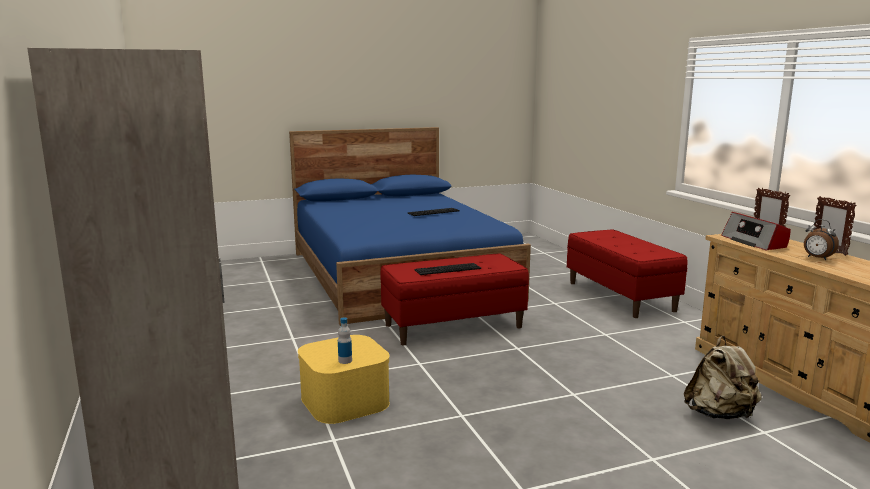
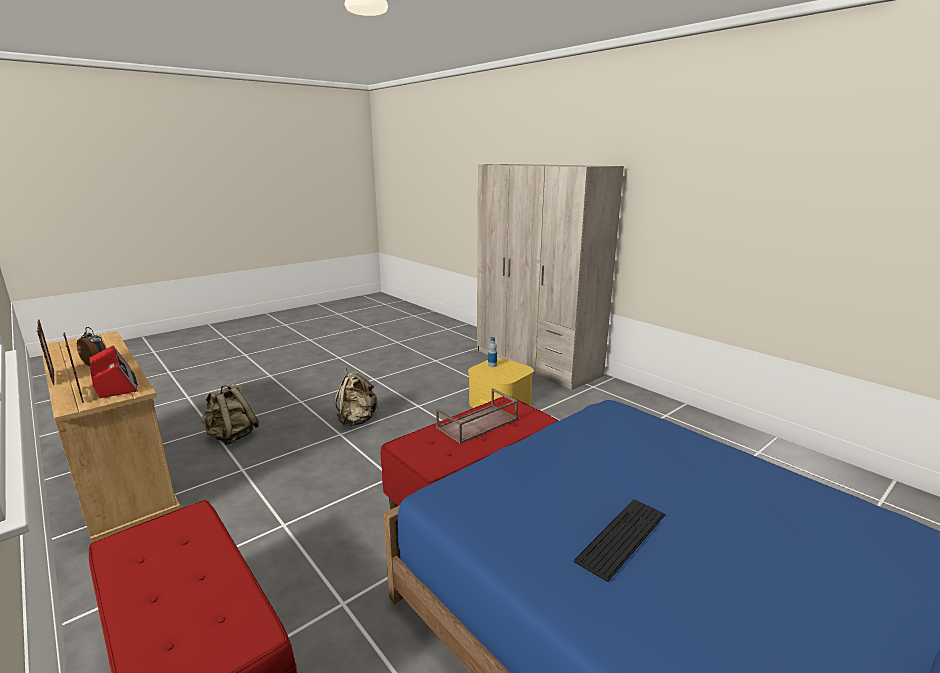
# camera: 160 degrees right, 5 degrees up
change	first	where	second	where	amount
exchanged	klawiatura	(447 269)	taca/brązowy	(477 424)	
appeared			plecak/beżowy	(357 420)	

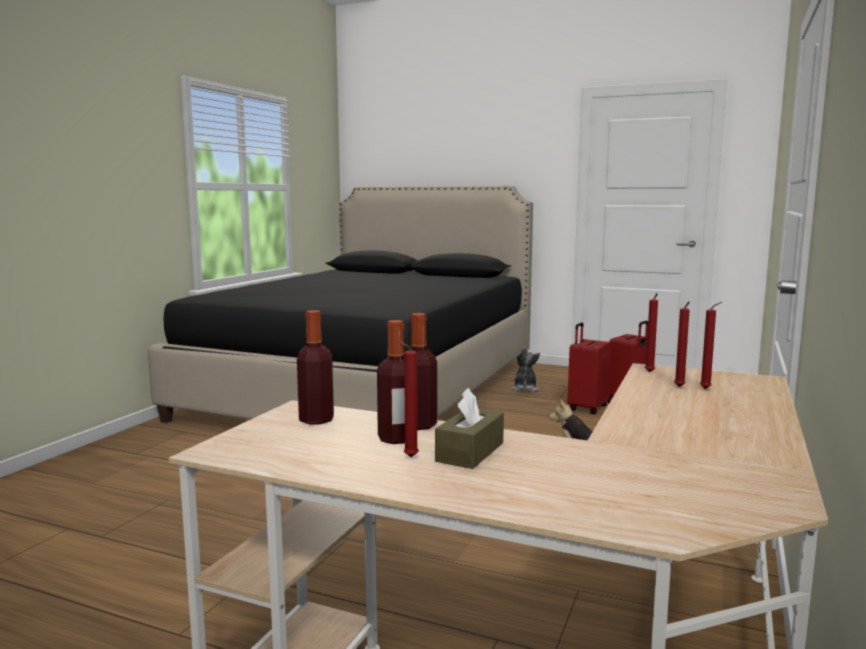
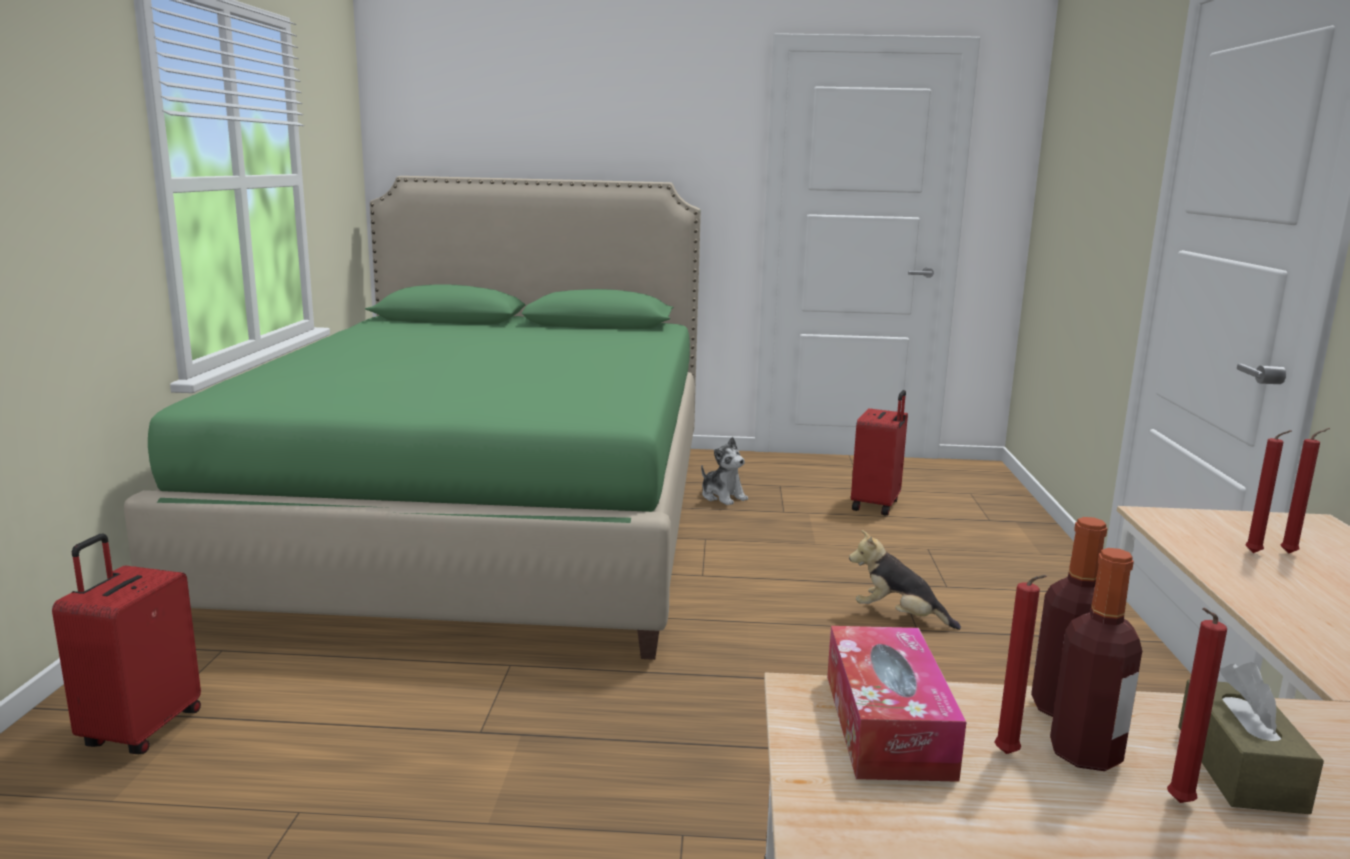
# camera: 20 degrees left, 5 degrees up
change	first	where	second	where	amount
colour	łóżko/czarny	(369 388)	łóżko/zielony	(488 520)	
relocated	świeca/czerwony	(649 372)		(1008 756)	
exchanged	butelka	(316 420)	pudełko chusteczek	(887 724)	
relocated	walizka/czerwony	(586 408)		(140 729)	
spun	pluszak	(525 389)		(723 497)	150 degrees clockwise

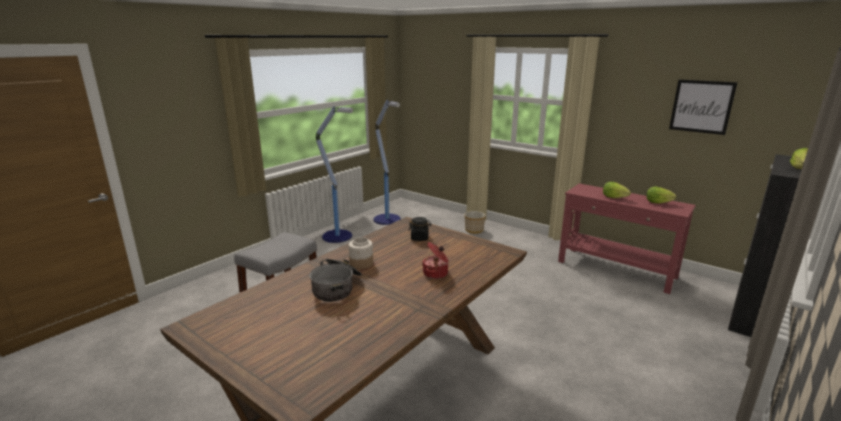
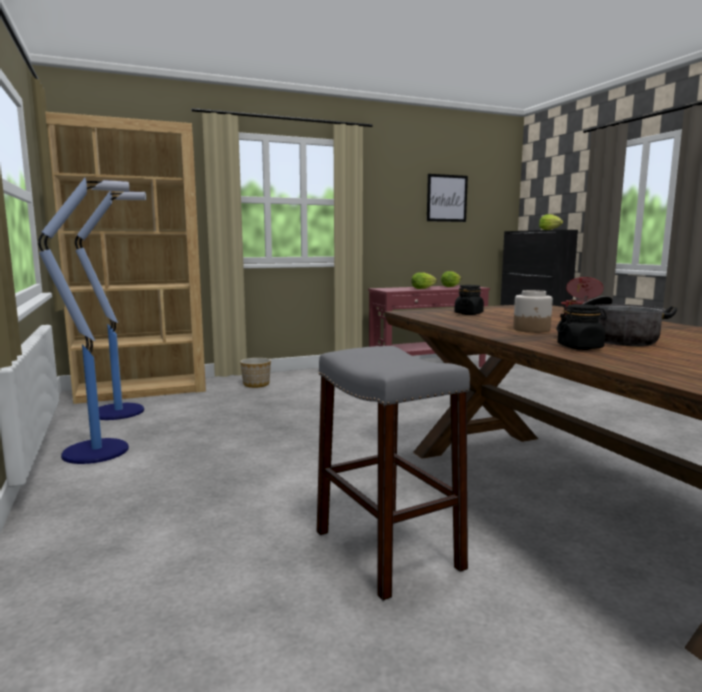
# camera: 60 degrees left, 10 degrees down
change	first	where	second	where	amount
appeared			regał/brązowy	(142 391)	
appeared			słoik/czarny	(580 347)	

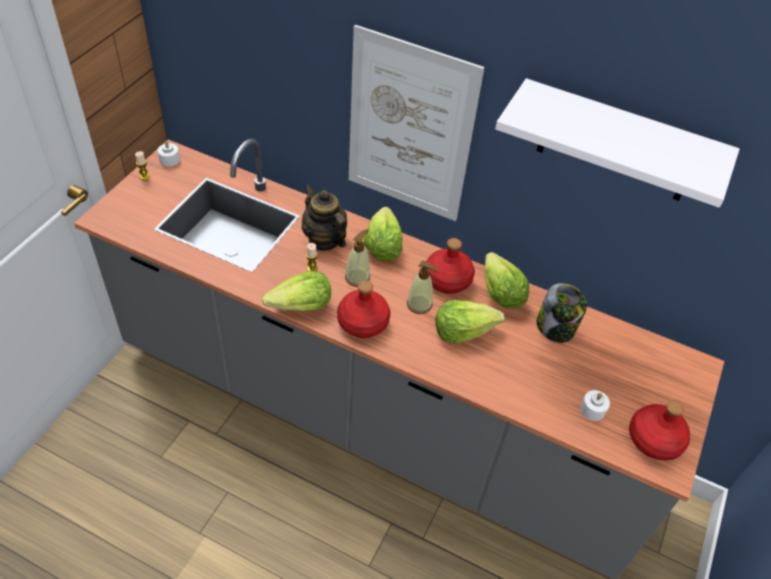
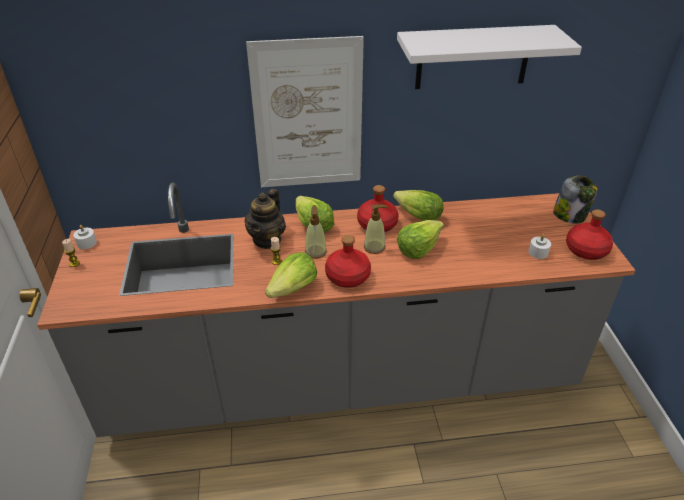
# camera: 30 degrees left, 10 degrees down
change	first	where	second	where	amount
spun	imbryk	(324 239)		(267 240)	90 degrees counterclockwise
relocated	słoik	(556 328)		(570 215)	

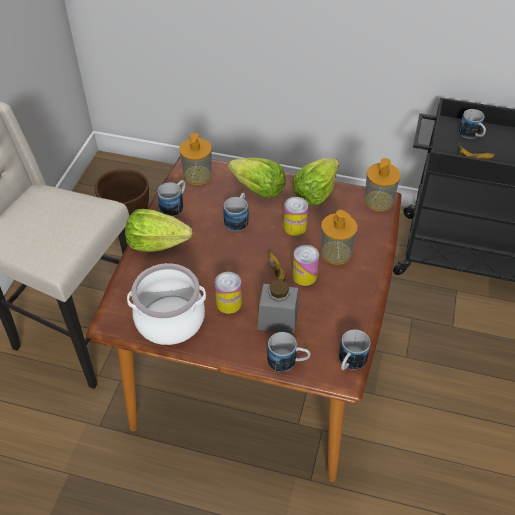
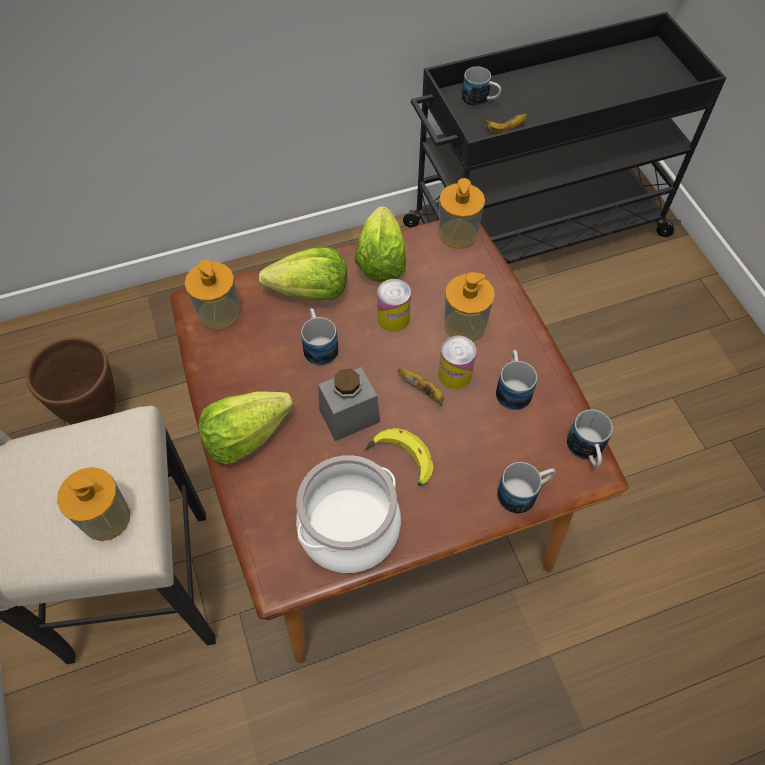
# camera: 35 degrees left, 10 degrees up
change	first	where	second	where	amount
relocated	kubek	(175 205)		(512 388)	
exchanged	puszka	(228 303)	banan	(399 462)	
relocated	słoik/szary	(278 320)		(349 416)	
appeared			dozownik mydła	(106 518)	

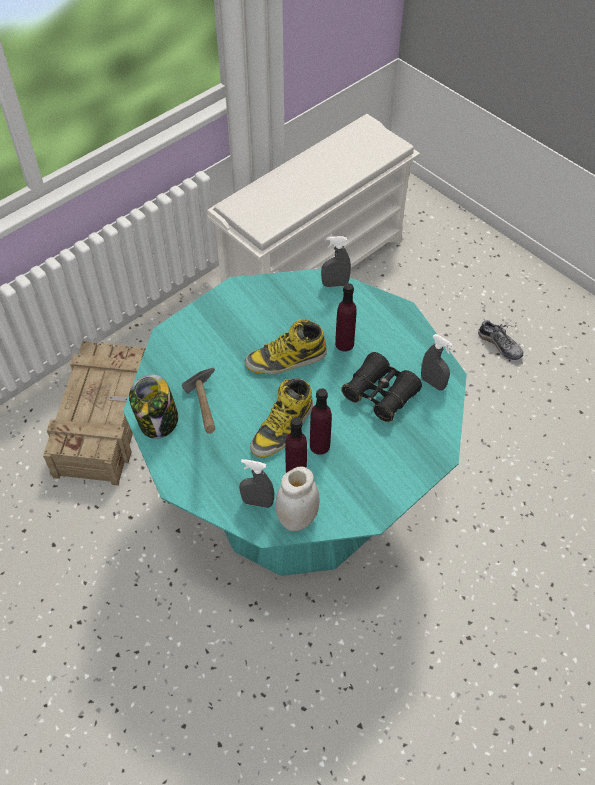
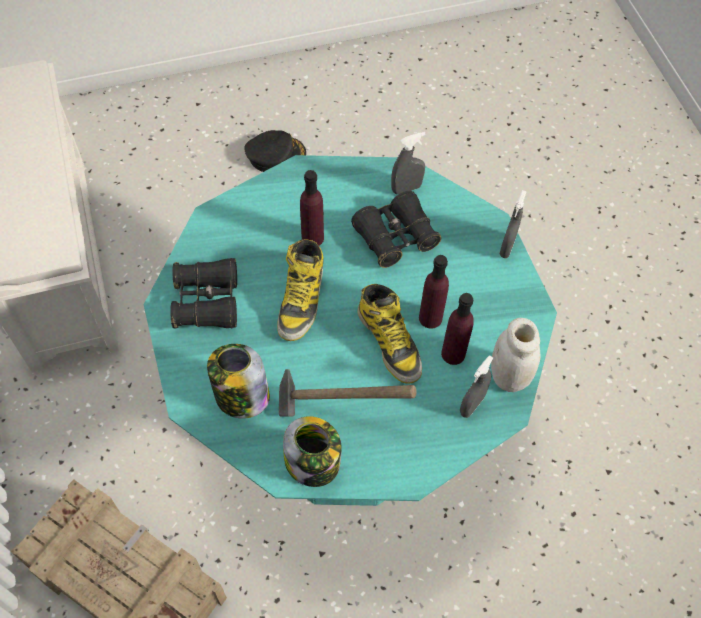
# camera: 65 degrees left, 5 degrees up
change	first	where	second	where	amount
relocated	spryskiwacz/szary	(335 284)		(507 247)	
exchanged	but	(499 345)	czapka z daszkiem/czarny	(275 154)	
appeared			lornetka/czarny	(207 301)	
appeared			słoik	(241 396)	

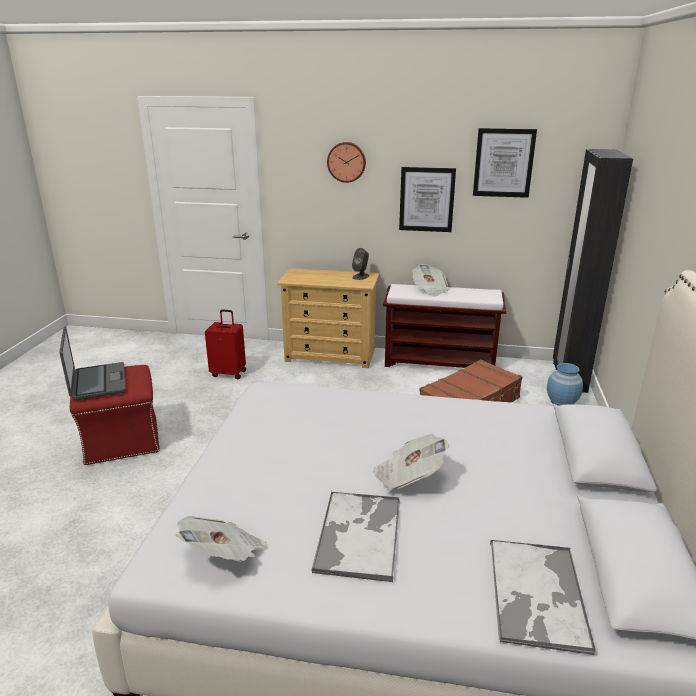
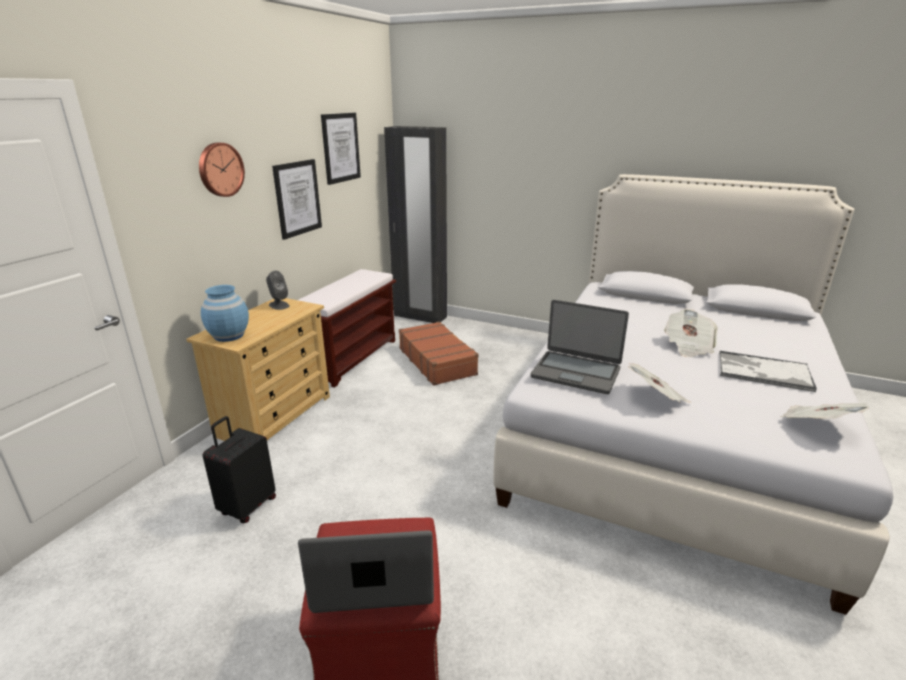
# camera: 75 degrees left, 0 degrees up
change	first	where	second	where	amount
relocated	gazeta	(429 290)		(656 398)	
colour	walizka/czerwony	(229 373)	walizka/czarny	(247 506)	
relocated	wazon/niebieski	(561 402)		(228 336)	
missing	taca	(537 595)			
appeared			laptop	(576 372)	

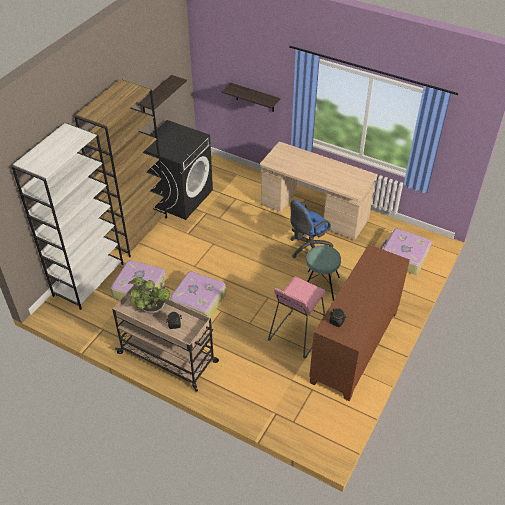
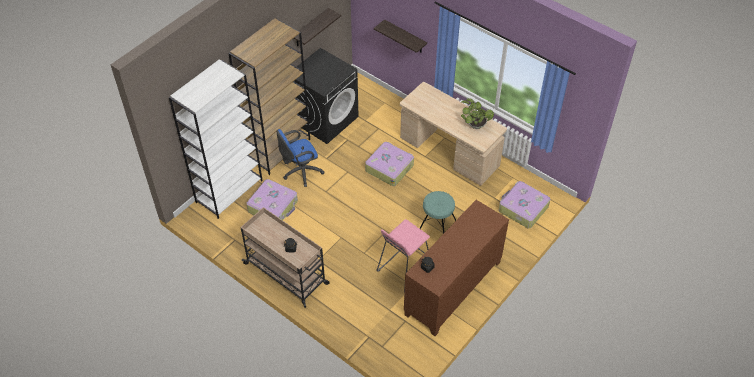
# camera: 10 degrees right, 5 degrees up
change	first	where	second	where	amount
relocated	krzesło biurowe/niebieski	(307 249)		(300 172)	
relocated	walizka	(198 300)		(389 167)	
relocated	roślina doniczkowa	(151 308)		(475 124)	

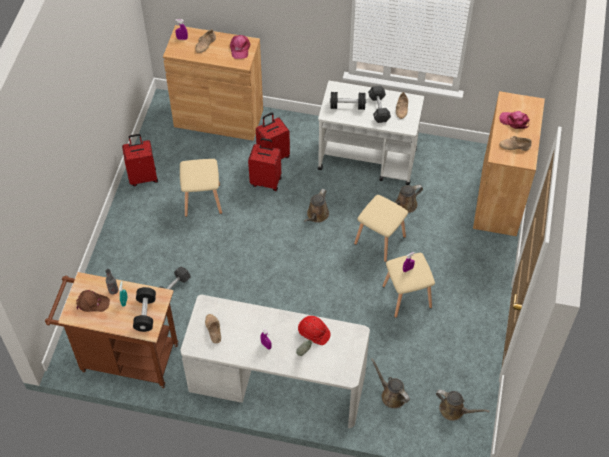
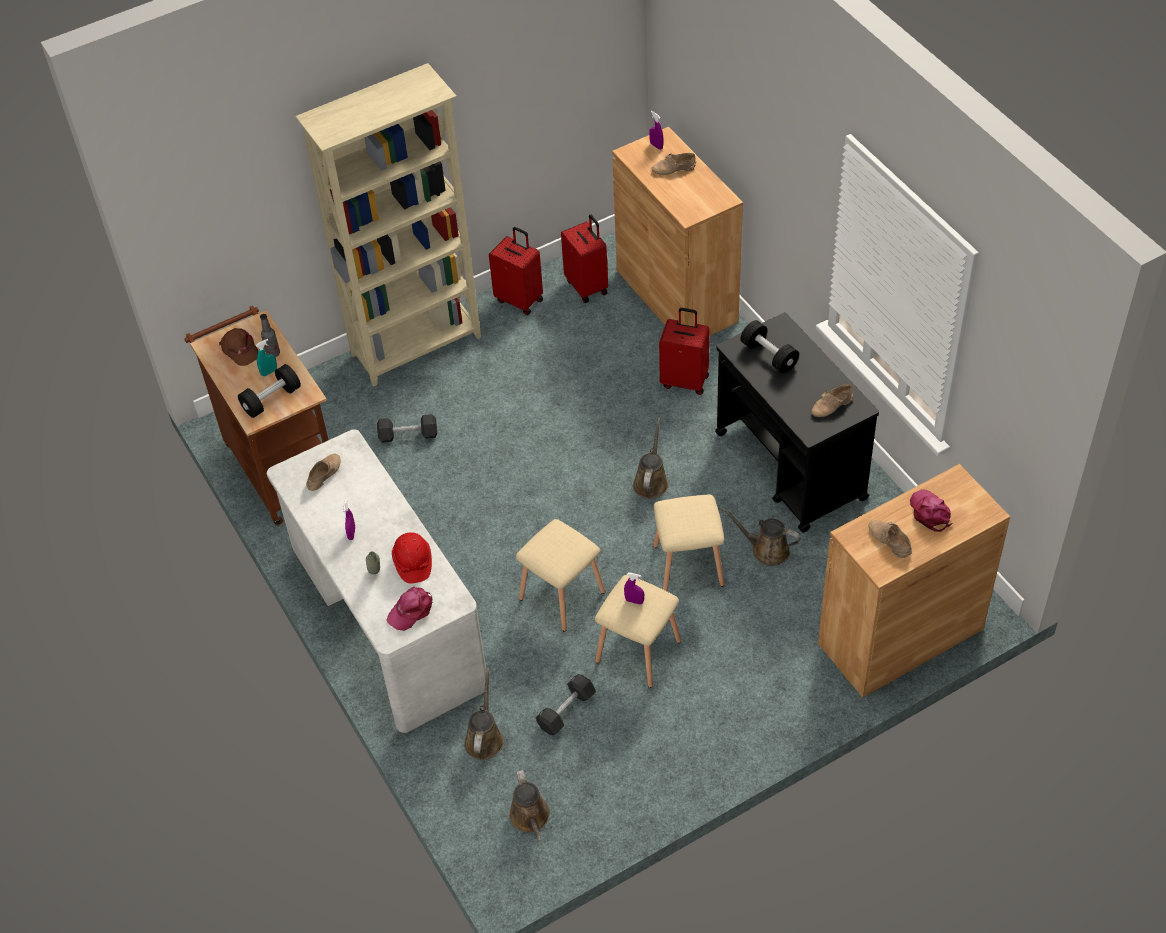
# camera: 50 degrees right, 5 degrees down
change	first	where	second	where	amount
relocated	czapka z daszkiem/różowy	(239 48)		(411 610)	
colour	wózek/biały	(368 159)	wózek/czarny	(791 467)	
relocated	hantel/czarny	(379 109)		(566 711)	
relocated	walizka/czerwony	(266 181)		(587 286)	
relocated	stołek/beżowy	(203 201)		(561 596)	
spun	konewka/brązowy	(317 215)		(651 481)	120 degrees clockwise
appeared			regał/beżowy	(418 346)	

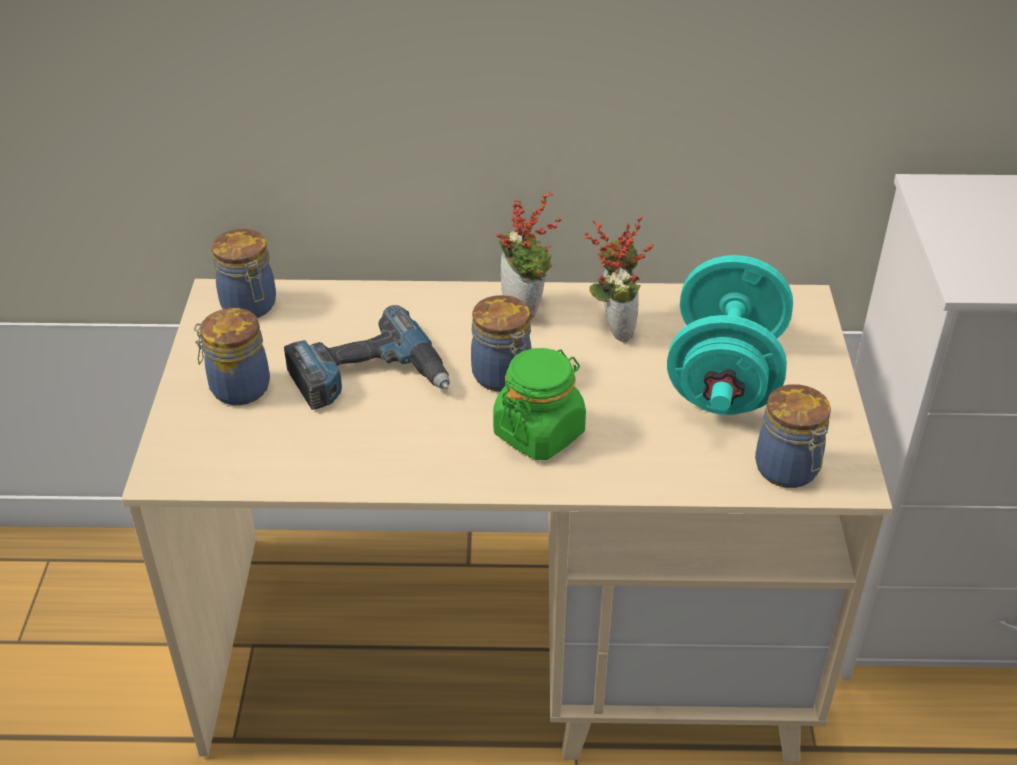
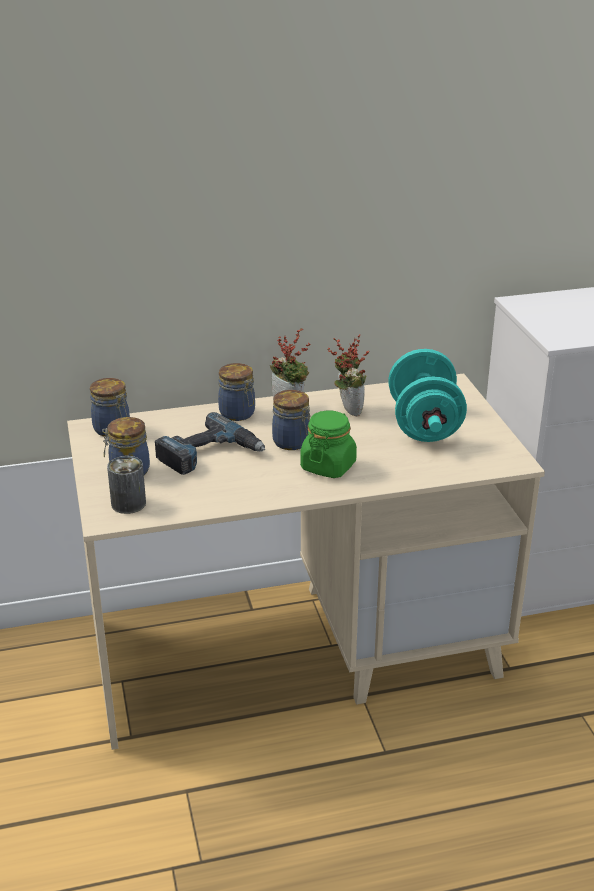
# camera: 15 degrees left, 10 degrees down
change	first	where	second	where	amount
relocated	słoik	(788 470)		(238 414)	
appeared			puszka	(128 503)	

